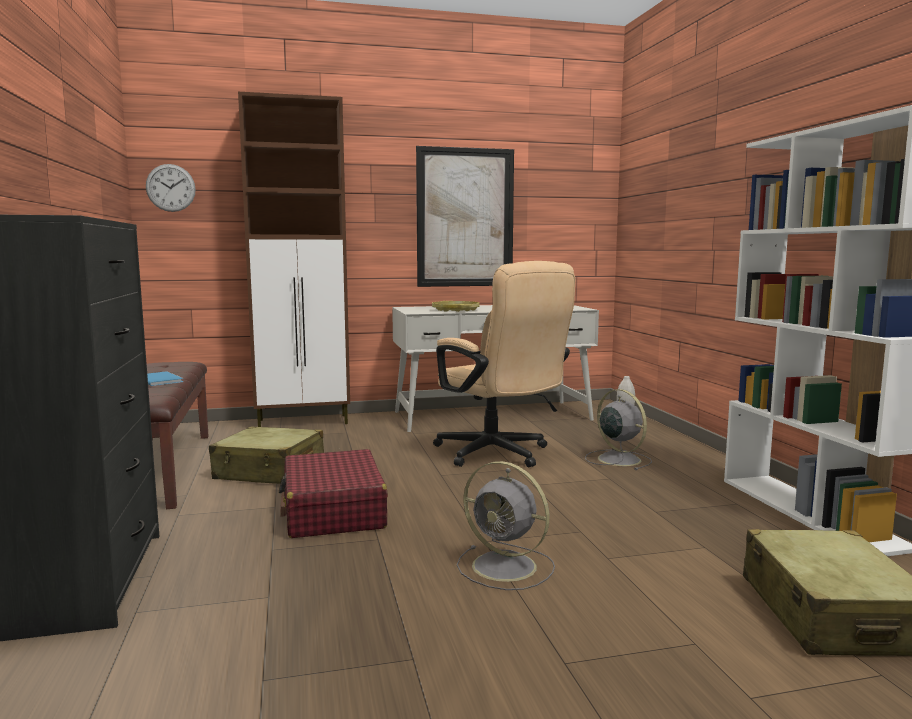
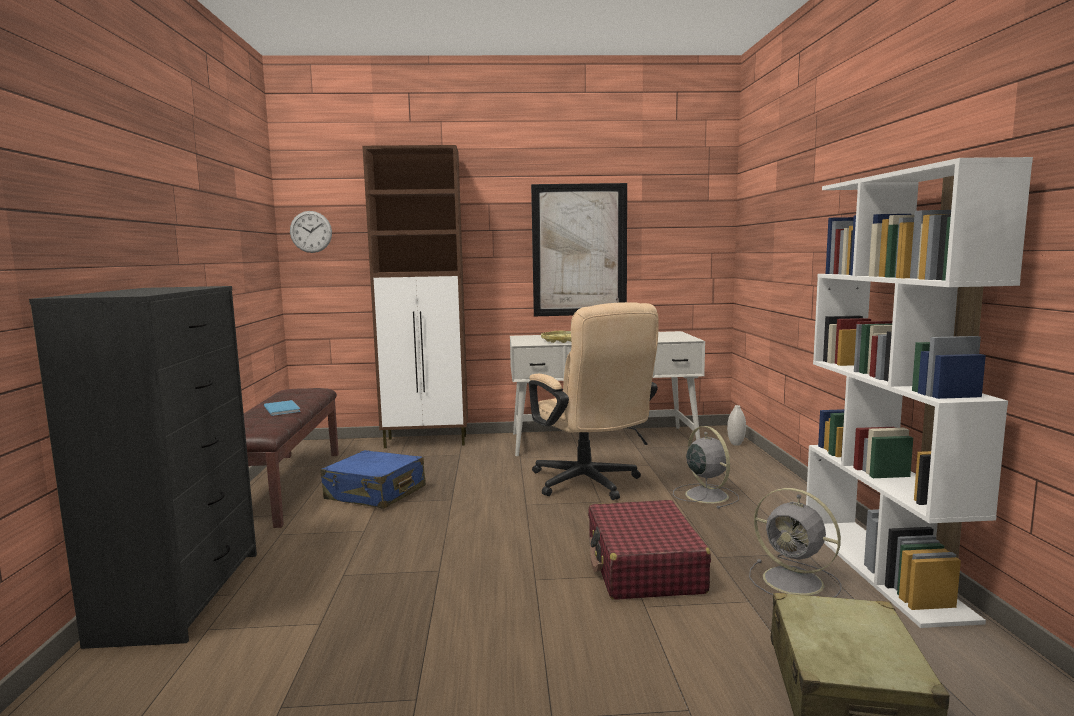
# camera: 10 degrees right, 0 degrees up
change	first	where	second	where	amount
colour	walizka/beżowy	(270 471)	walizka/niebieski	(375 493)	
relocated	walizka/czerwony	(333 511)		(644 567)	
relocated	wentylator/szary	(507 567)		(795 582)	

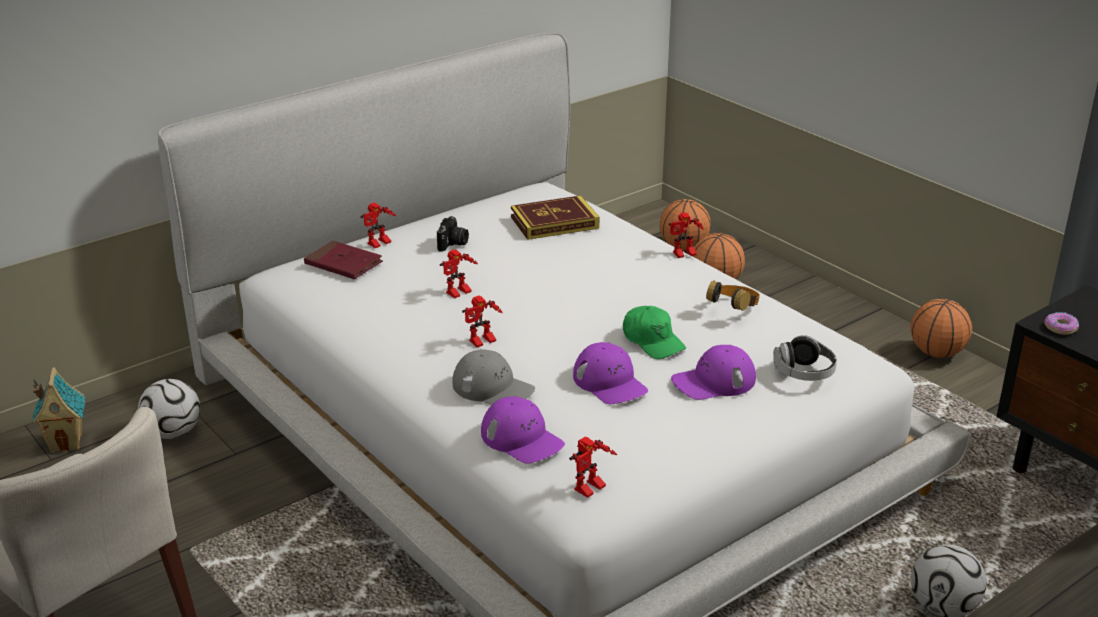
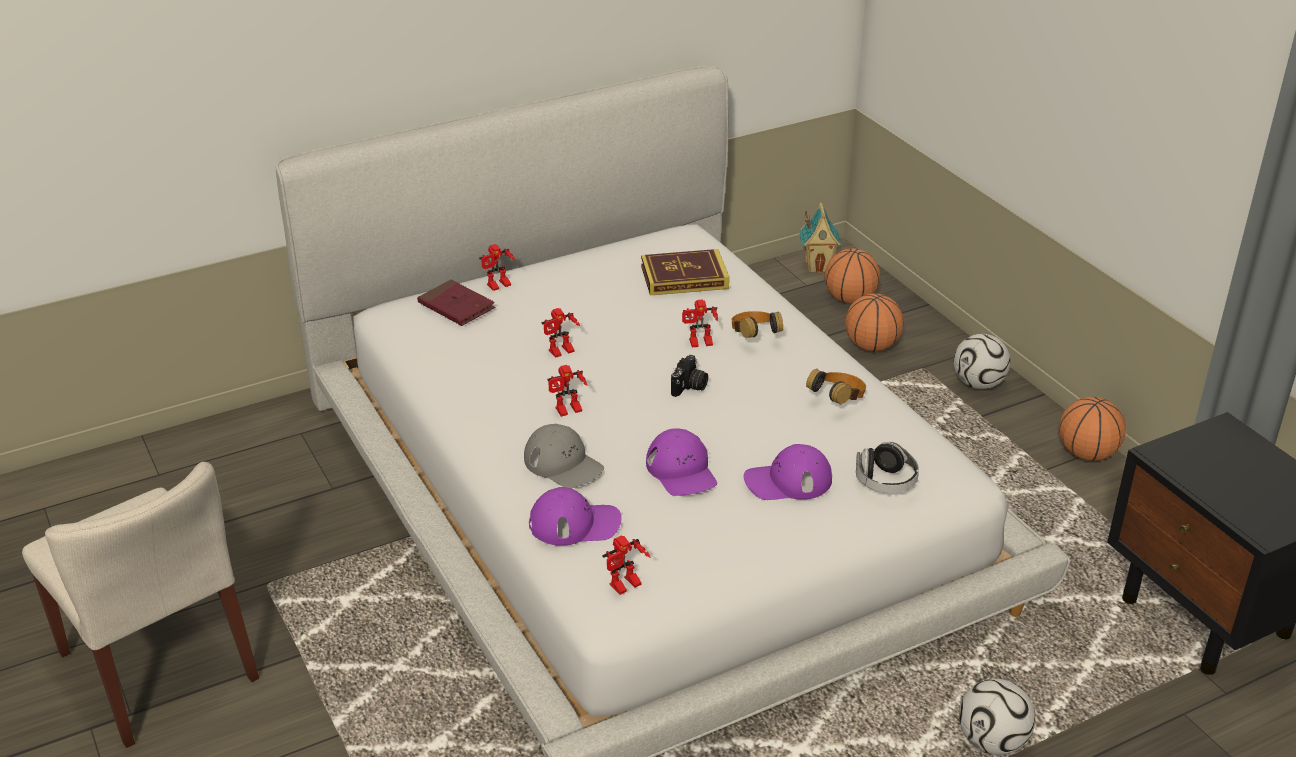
# camera: 10 degrees right, 5 degrees up
change	first	where	second	where	amount
relocated	robot zabawkowy	(684 255)		(699 344)	
relocated	aparat fotograficzny	(453 244)		(689 387)	
missing	czapka z daszkiem/zielony	(653 341)			
missing	donut	(1061 328)			
relocated	domek	(67 443)		(818 266)	
relocated	piłka futbolowa	(174 433)		(978 384)	
spun	czapka z daszkiem/fioletowy	(522 439)		(575 523)	60 degrees counterclockwise
appeared			słuchawki	(754 337)	

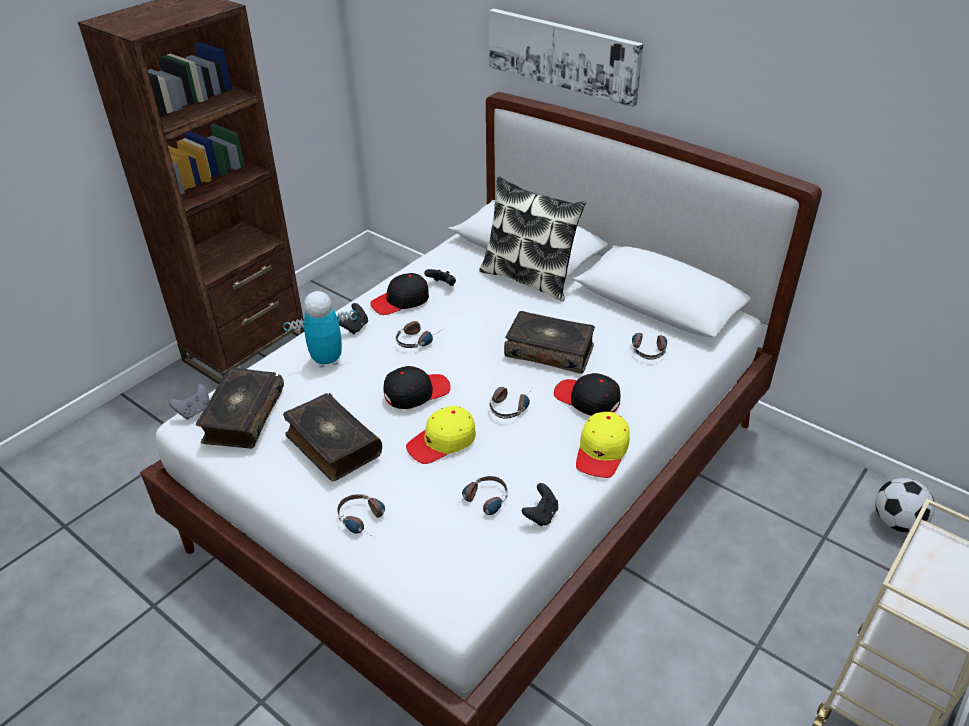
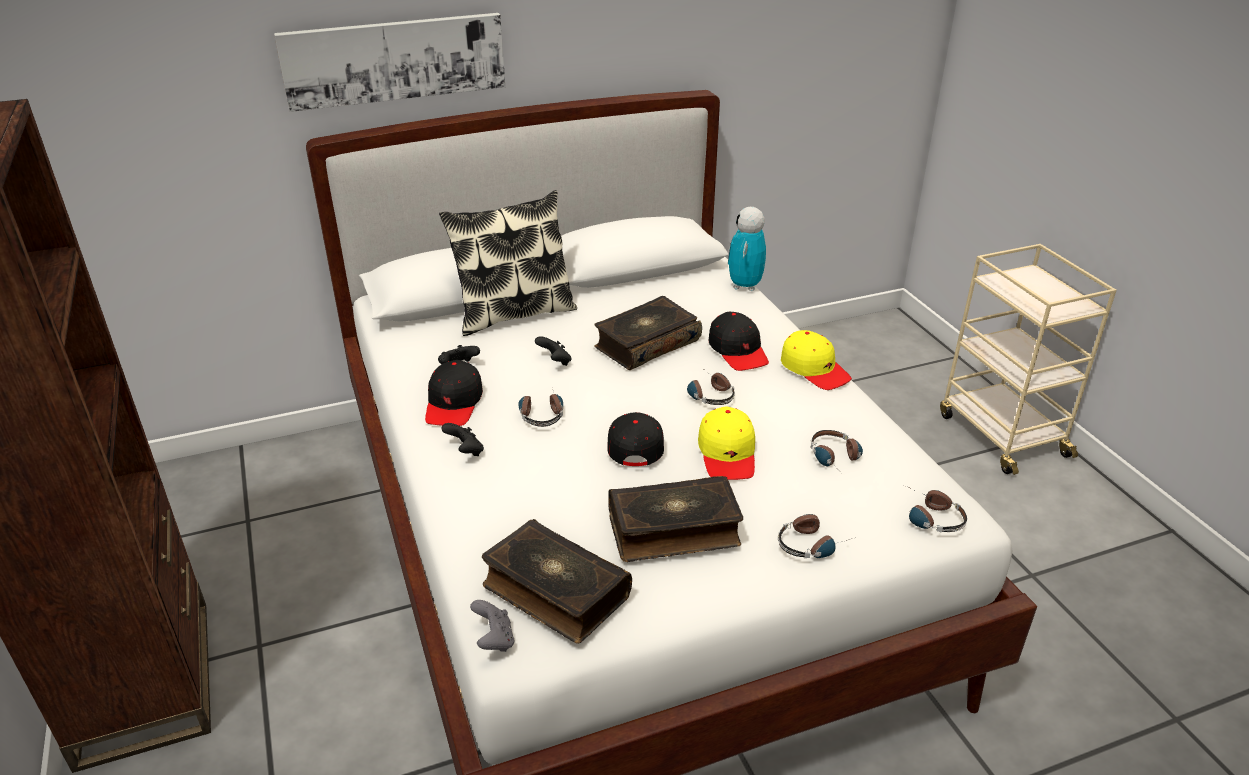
# camera: 60 degrees left, 5 degrees down
change	first	where	second	where	amount
relocated	robot zabawkowy	(327 361)		(744 286)	
relocated	słuchawki	(648 347)		(927 517)	
spun	czapka z daszkiem/czarny	(587 399)		(738 350)	90 degrees counterclockwise
missing	piłka futbolowa	(896 522)			
relocated	pad do gier/czarny	(541 515)		(555 362)	

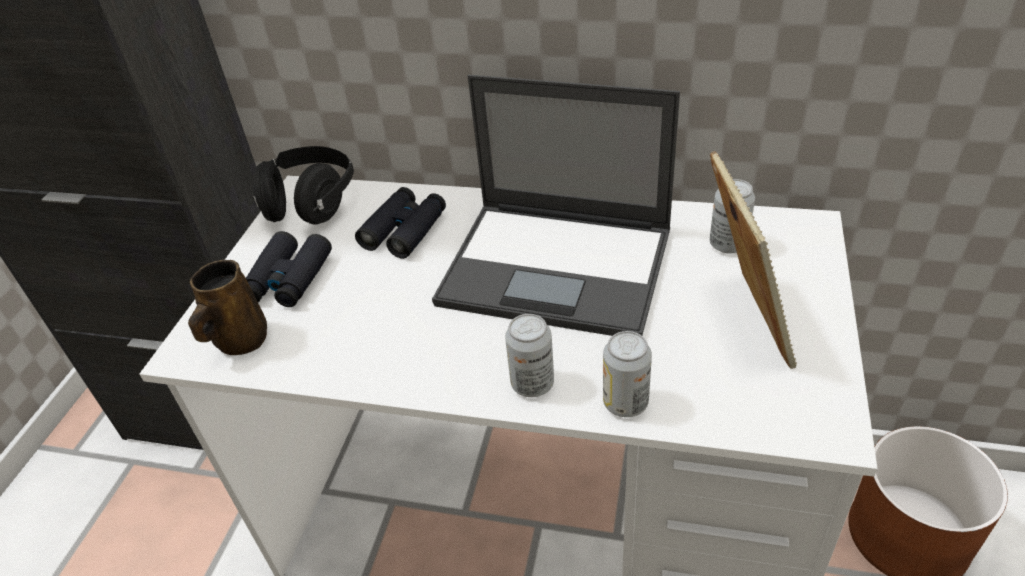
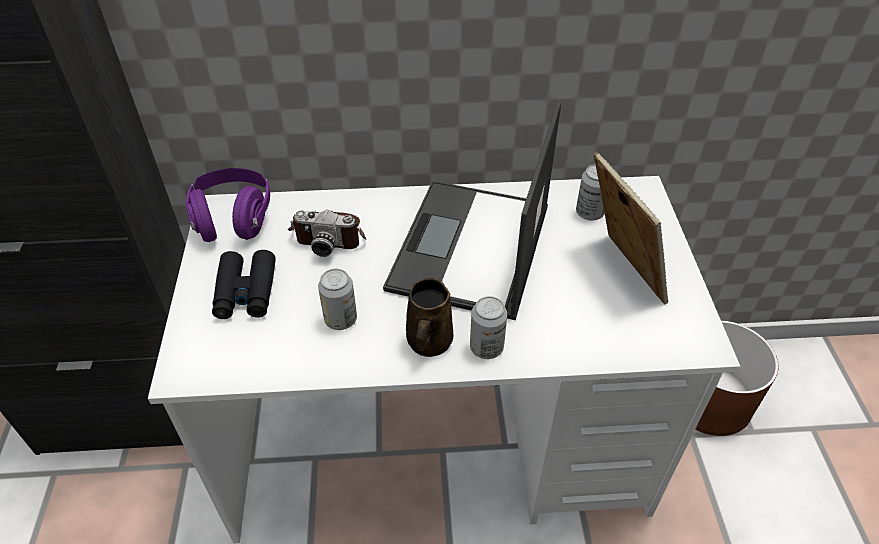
# camera: 20 degrees left, 5 degrees up
change	first	where	second	where	amount
spun	laptop	(559 267)		(470 249)	105 degrees clockwise
colour	słuchawki/czarny	(310 204)	słuchawki/fioletowy	(233 220)	
exchanged	lornetka/czarny	(404 230)	aparat fotograficzny	(329 234)	
relocated	kubek/brązowy	(240 341)		(428 343)	
relocated	puszka	(625 402)		(340 319)	

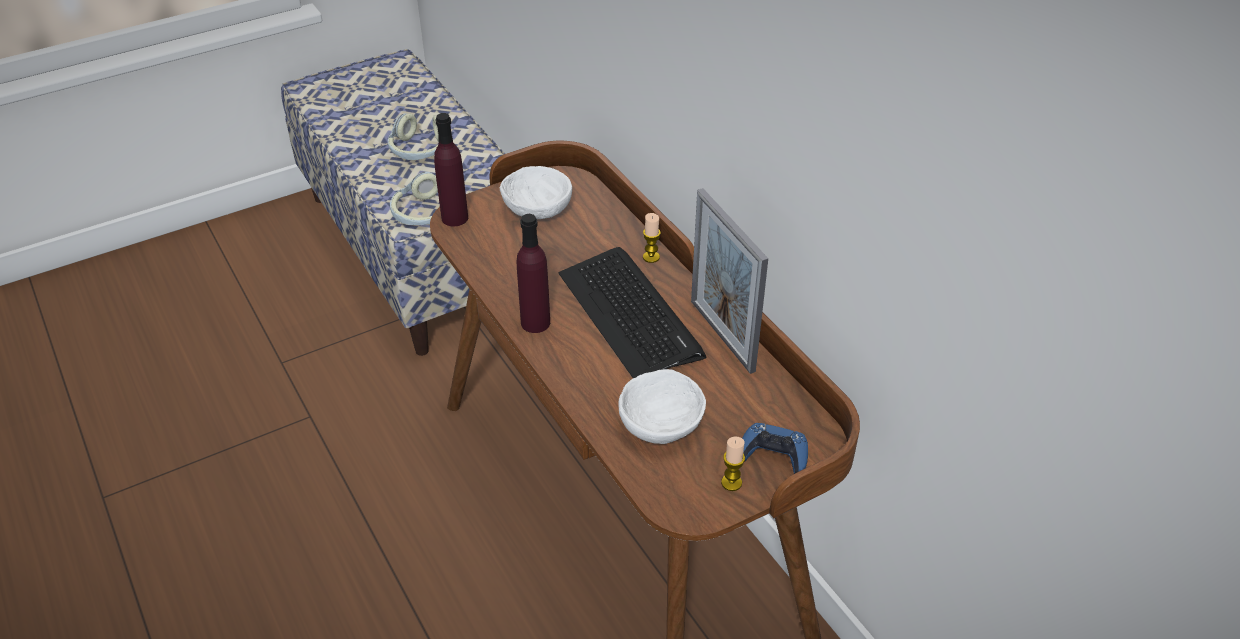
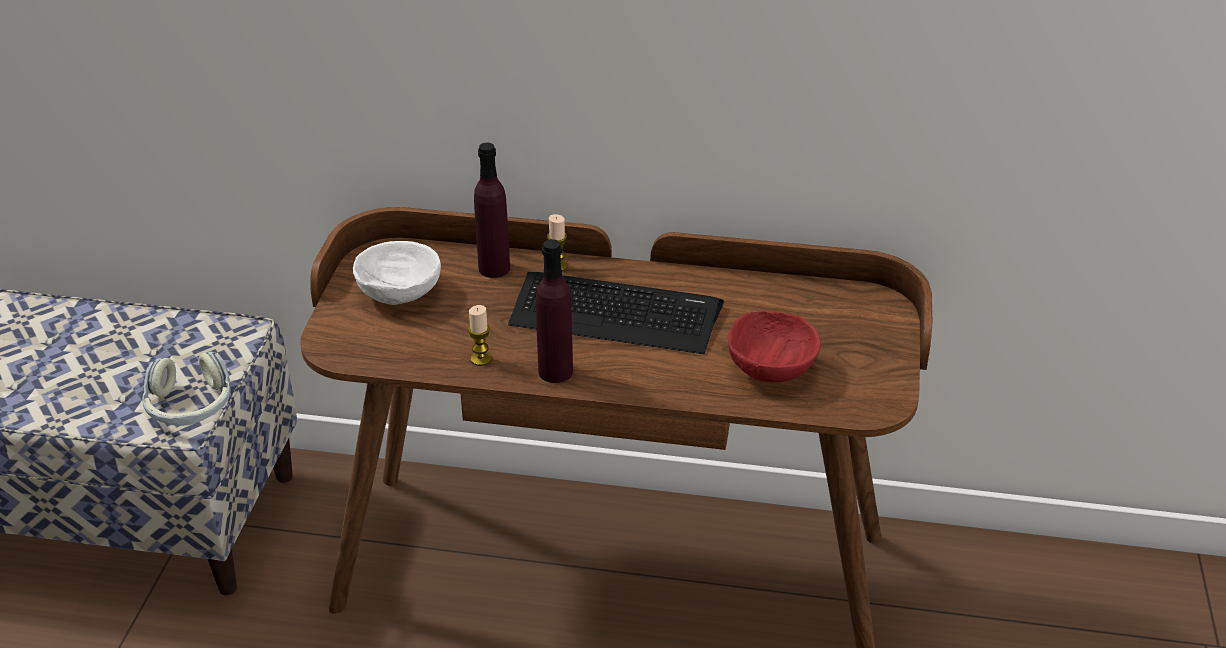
# camera: 50 degrees left, 5 degrees down
change	first	where	second	where	amount
missing	słuchawki	(420 150)			
relocated	butelka/fioletowy	(454 218)		(494 268)	
missing	ramka na zdjęcie	(722 335)			
colour	miska/biały	(661 425)	miska/czerwony	(770 368)	
missing	pad do gier/niebieski	(773 454)			
relocated	świeca	(731 483)		(481 359)	

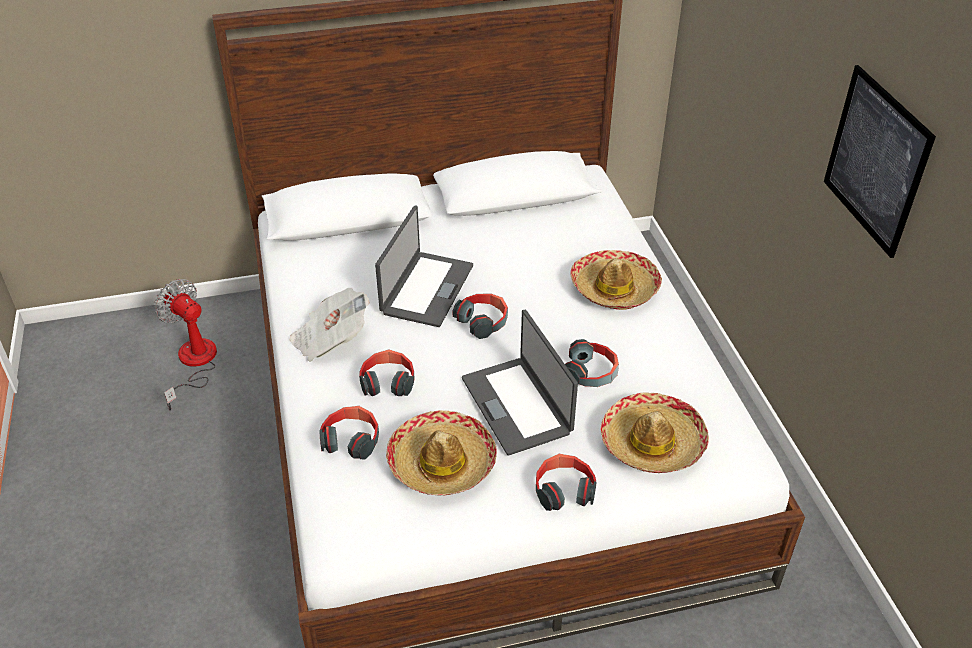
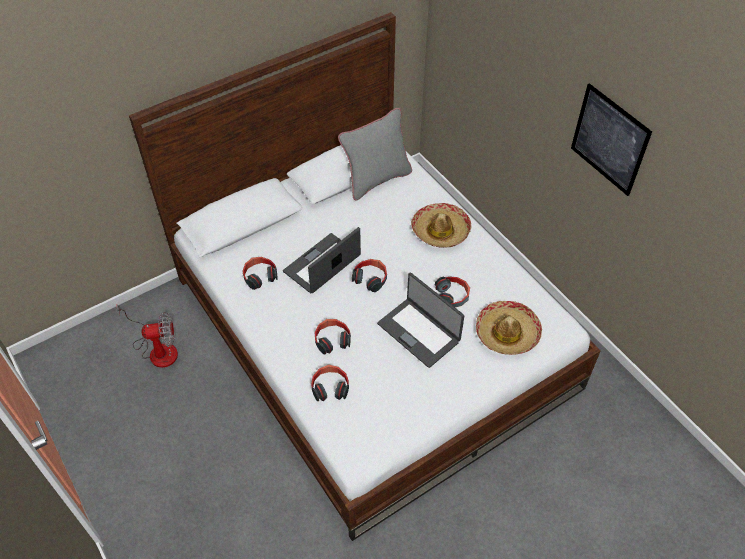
# camera: 20 degrees left, 10 degrees up
change	first	where	second	where	amount
spun	laptop	(426 289)		(323 264)	135 degrees counterclockwise
spun	wentylator	(193 363)		(157 349)	150 degrees clockwise
missing	gazeta	(330 340)			
missing	kapelusz	(441 463)			
relocated	słuchawki	(564 490)		(260 276)	
appeared			poduszka/szary	(376 179)	

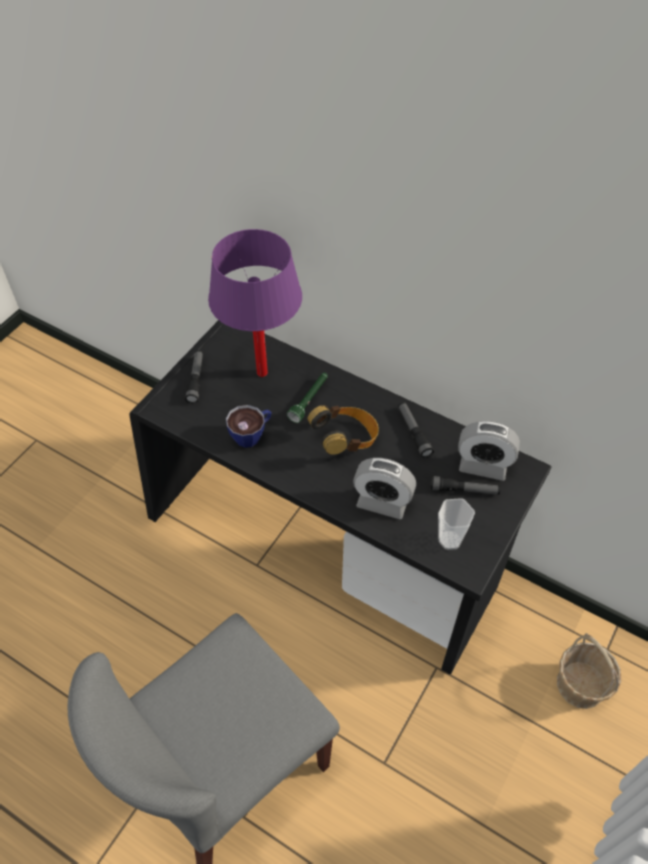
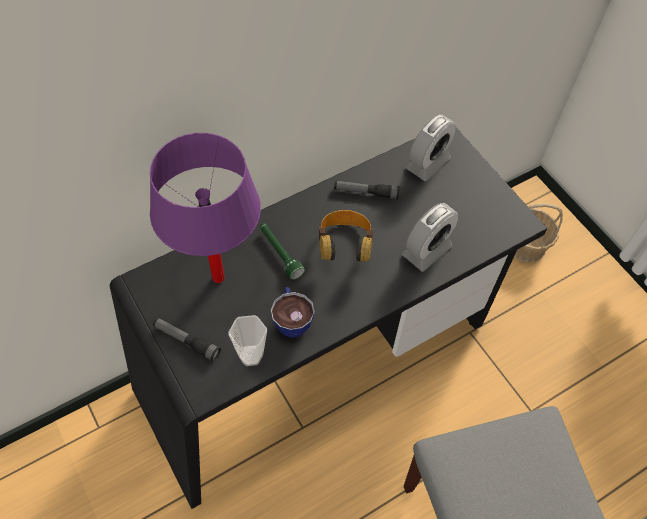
# camera: 65 degrees left, 5 degrees up
change	first	where	second	where	amount
missing	latarka	(464 490)			
relocated	filiżanka	(450 540)		(251 355)	

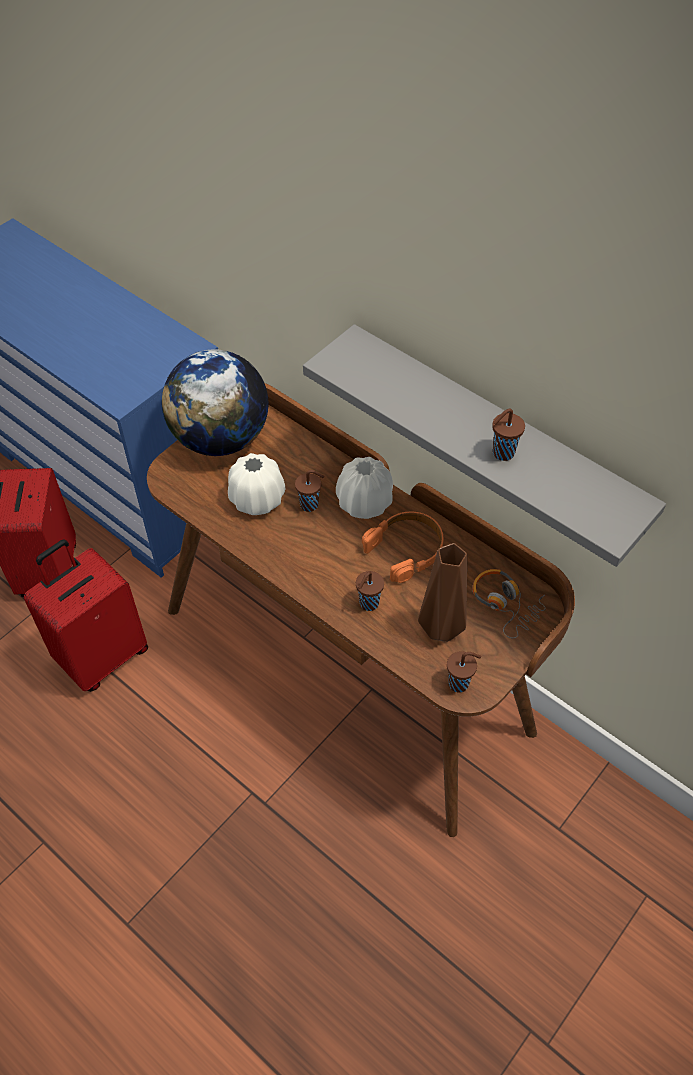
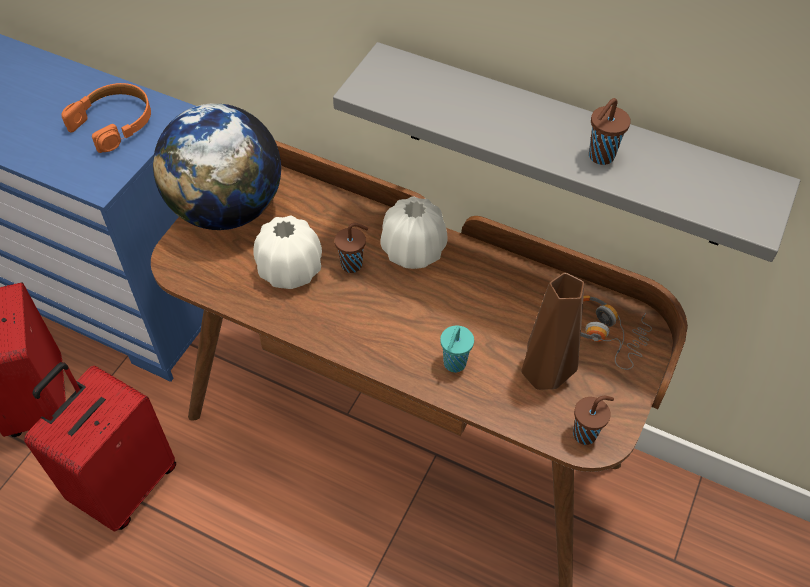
# camera: 15 degrees left, 0 degrees up
change	first	where	second	where	amount
relocated	słuchawki/pomarańczowy	(406 550)		(114 123)	
colour	filiżanka/brązowy	(368 604)	filiżanka/turkusowy	(454 364)	

